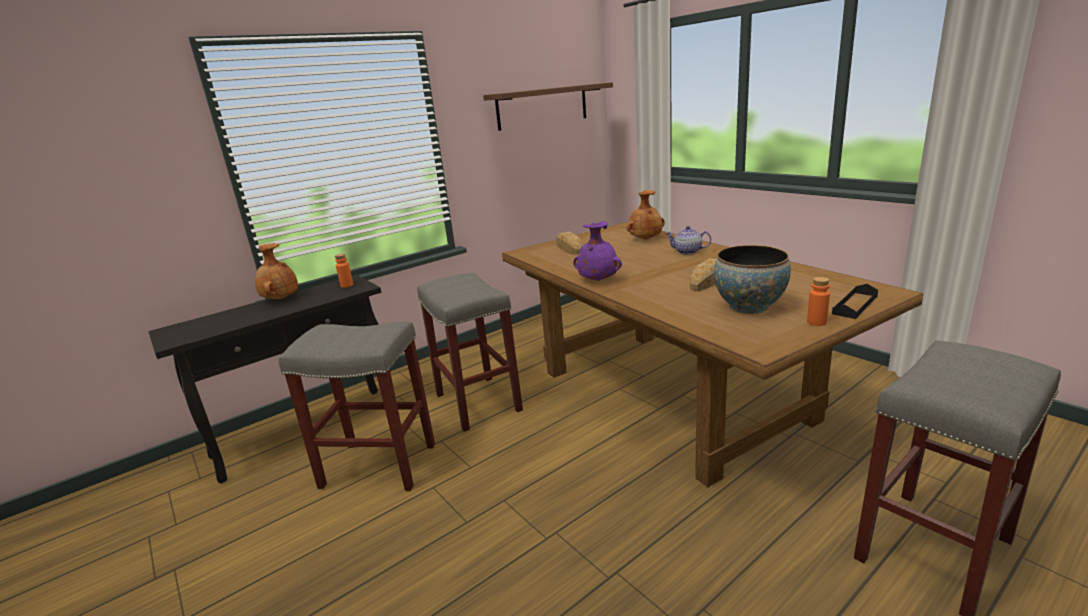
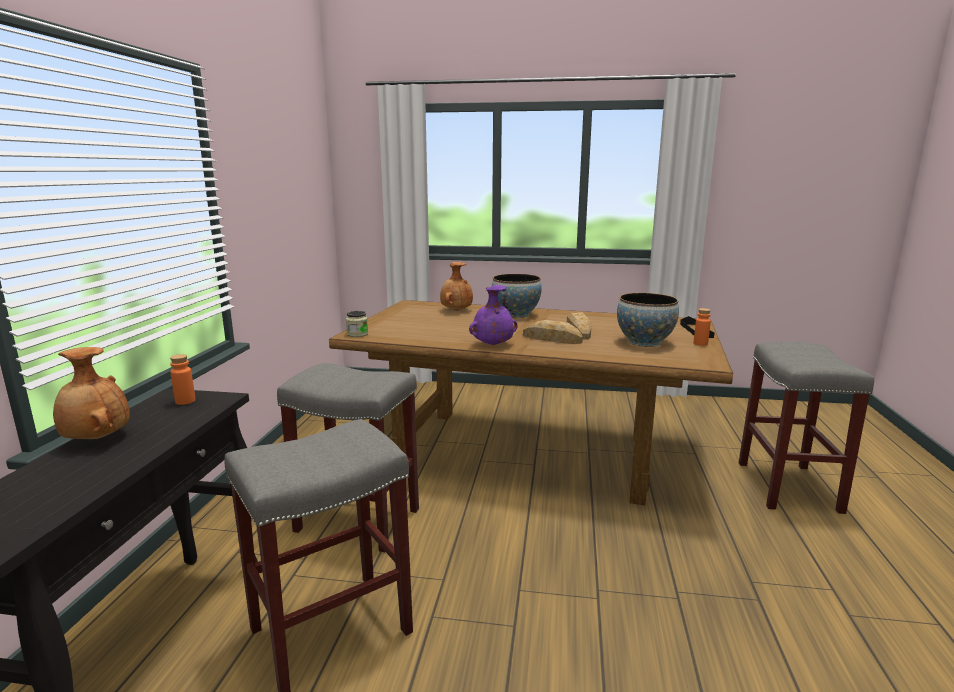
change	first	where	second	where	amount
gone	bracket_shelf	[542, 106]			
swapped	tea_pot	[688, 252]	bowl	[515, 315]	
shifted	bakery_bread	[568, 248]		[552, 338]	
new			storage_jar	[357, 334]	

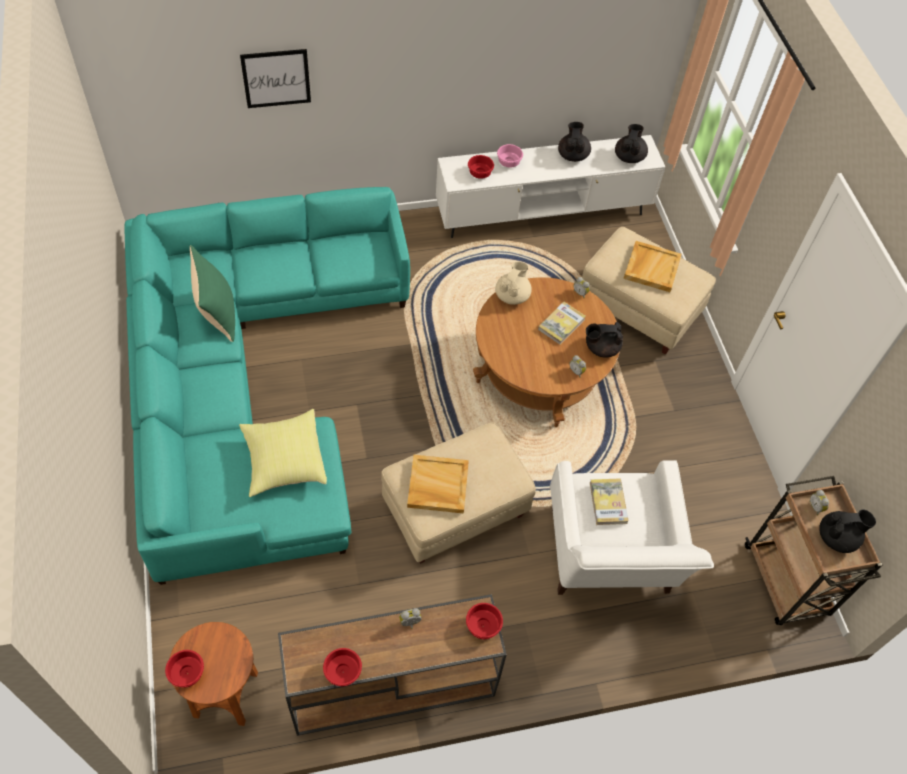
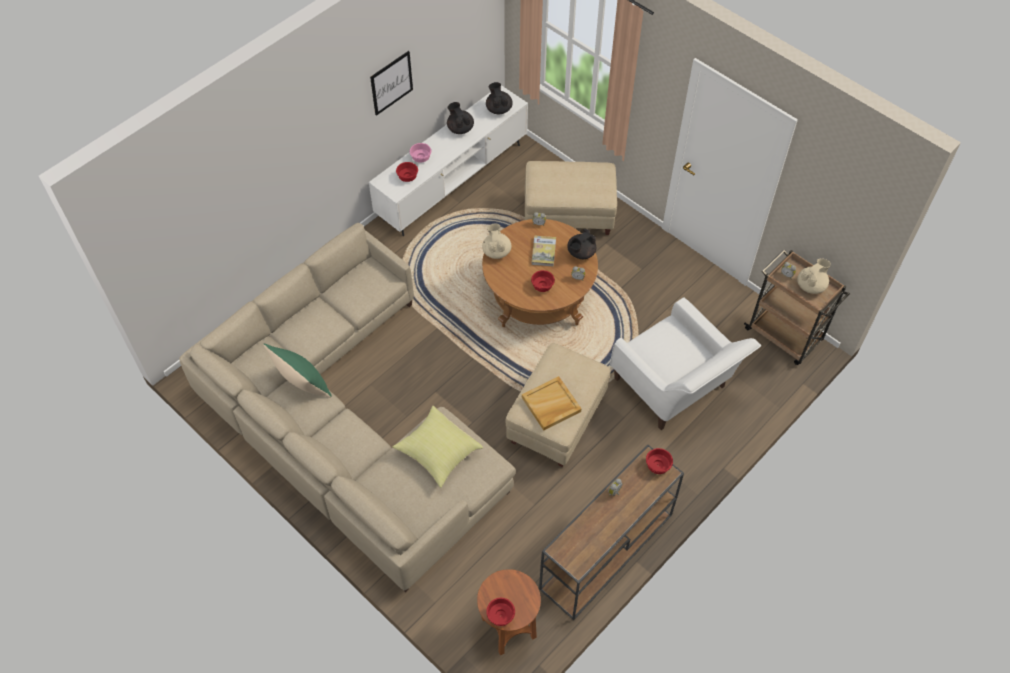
change	first	where	second	where	amount
shifted	picture	[276, 78]		[391, 83]	
repainted	turquoise-coloured_settee	[249, 382]	sand-coloured_settee	[347, 423]	
gone	sand-coloured_serving_tray	[651, 267]			
gone	bound_book	[608, 503]			
repainted	blackish_tea_pot	[837, 538]	sand-coloured_tea_pot	[811, 285]	
shifted	red_bowl	[342, 671]		[541, 286]	

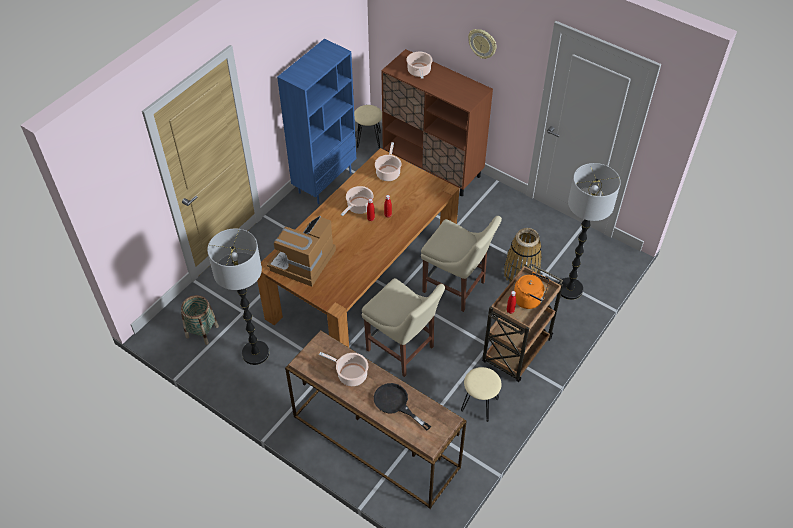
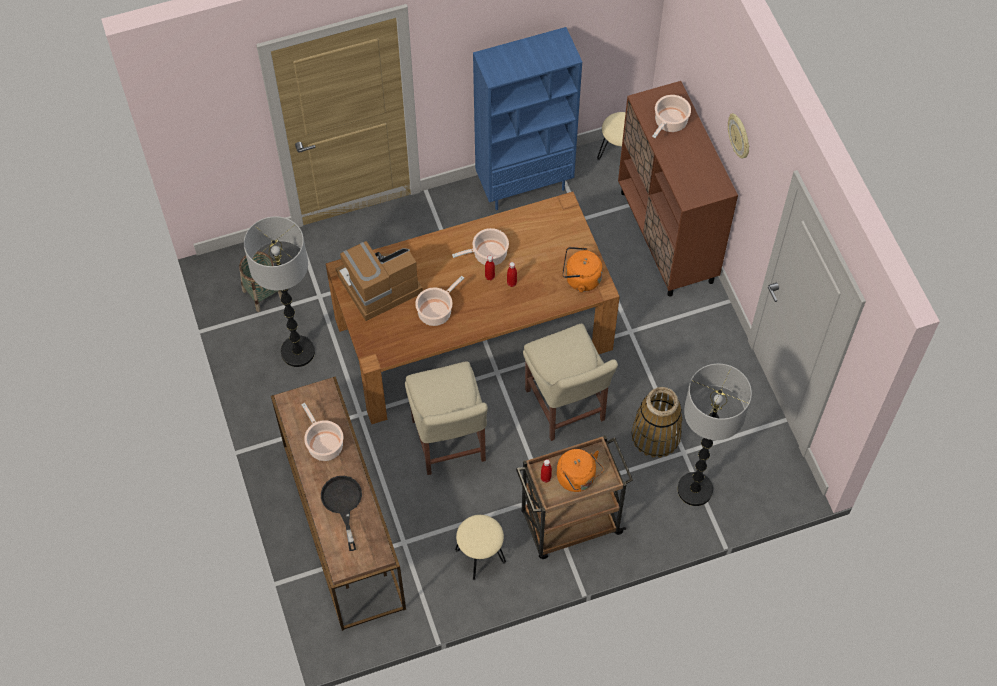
change	first	where	second	where	amount
shifted	cooking_pot	[388, 172]		[436, 311]	
new			orange-coloured_water_kettle	[580, 279]	

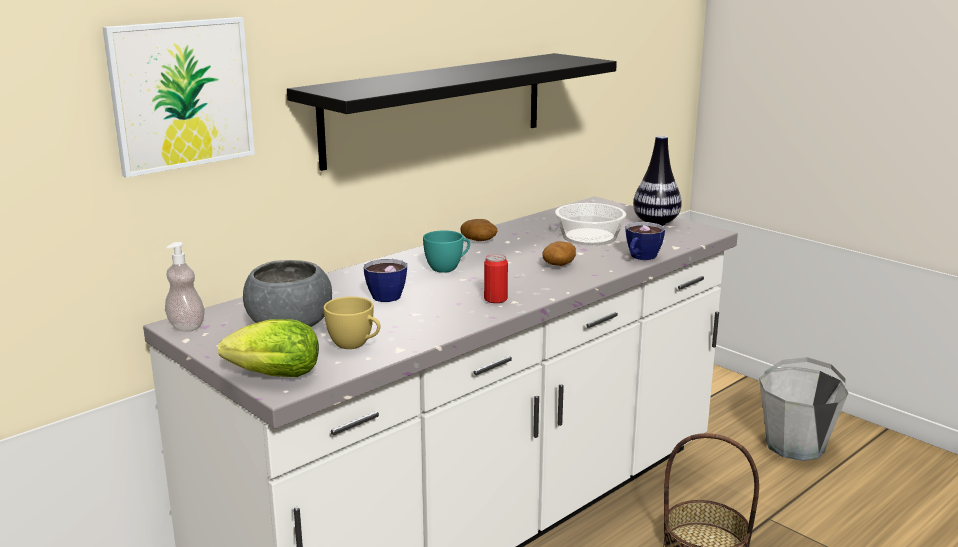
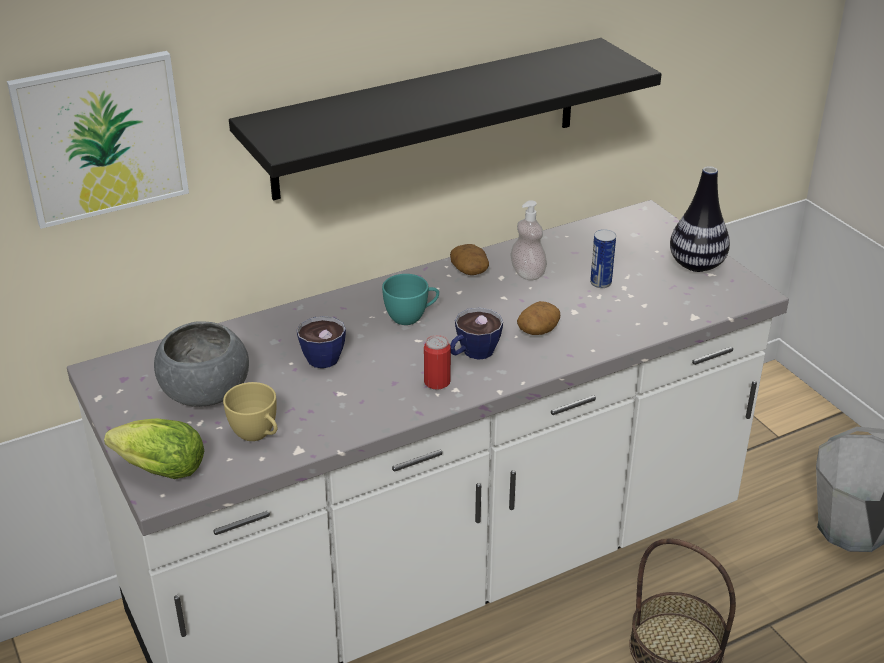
change	first	where	second	where	amount
swapped	bowl	[589, 237]	can	[600, 283]	
shifted	cup	[640, 257]		[472, 354]	
shifted	soap_bottle	[186, 327]		[527, 273]	

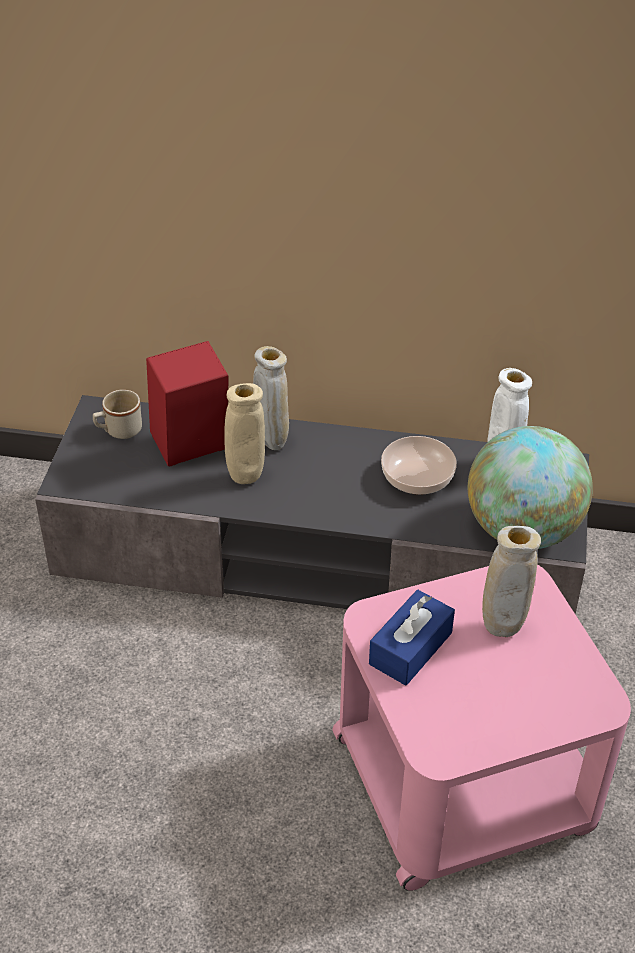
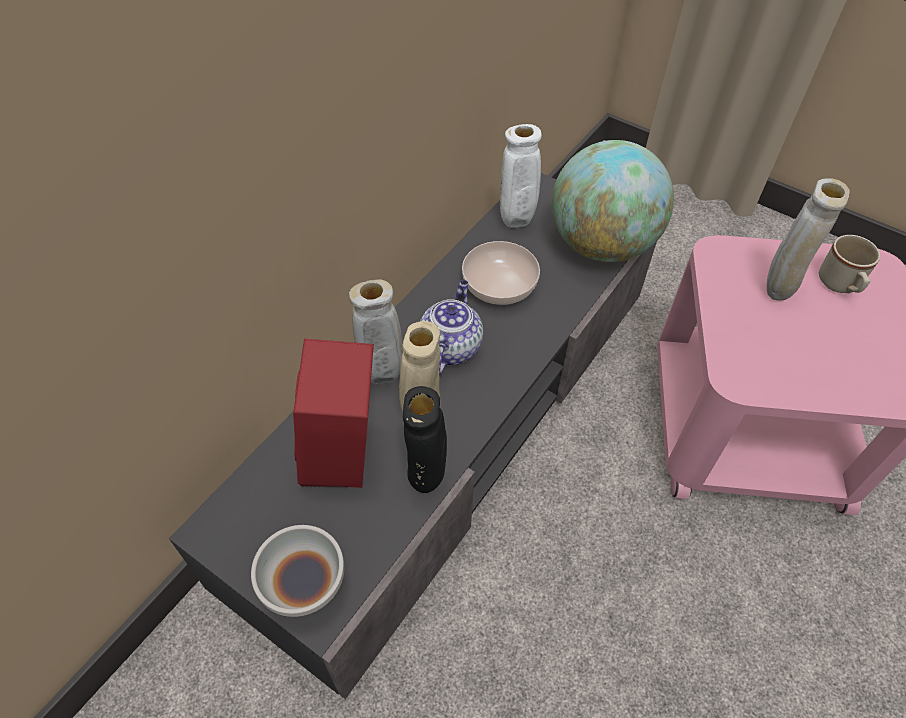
change	first	where	second	where	amount
shifted	sand-coloured_tea_mug	[118, 431]		[840, 285]	
gone	blue_box_of_tissues	[410, 648]			
new			tea_pot	[450, 346]	
new			blackish_flower_vase	[427, 480]	
new			white-coloured_bowl	[303, 587]	

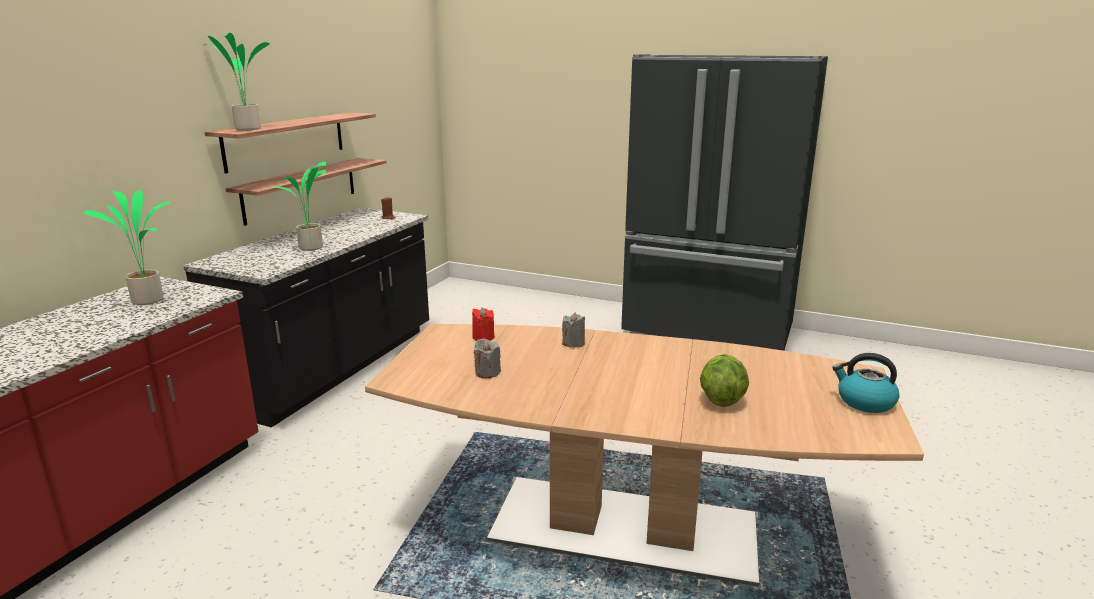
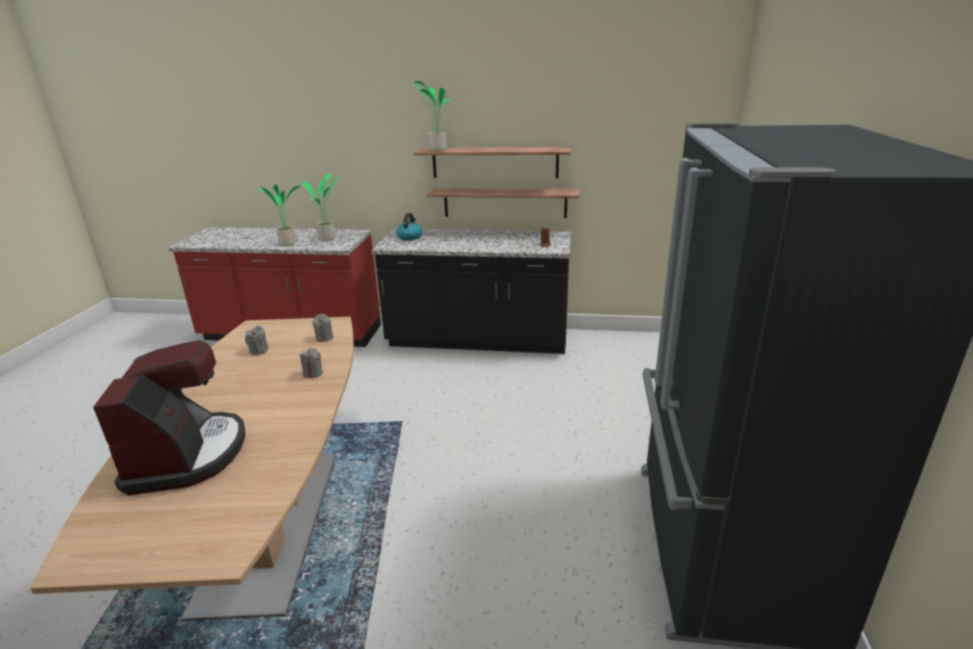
change	first	where	second	where	amount
shifted	plant_in_a_pot	[311, 248]		[286, 244]	
repainted	red_candle	[483, 337]	grey_candle	[324, 338]	
shifted	water_kettle	[864, 402]		[410, 237]	
swapped	lettuce	[721, 399]	coffee_maker	[187, 455]	

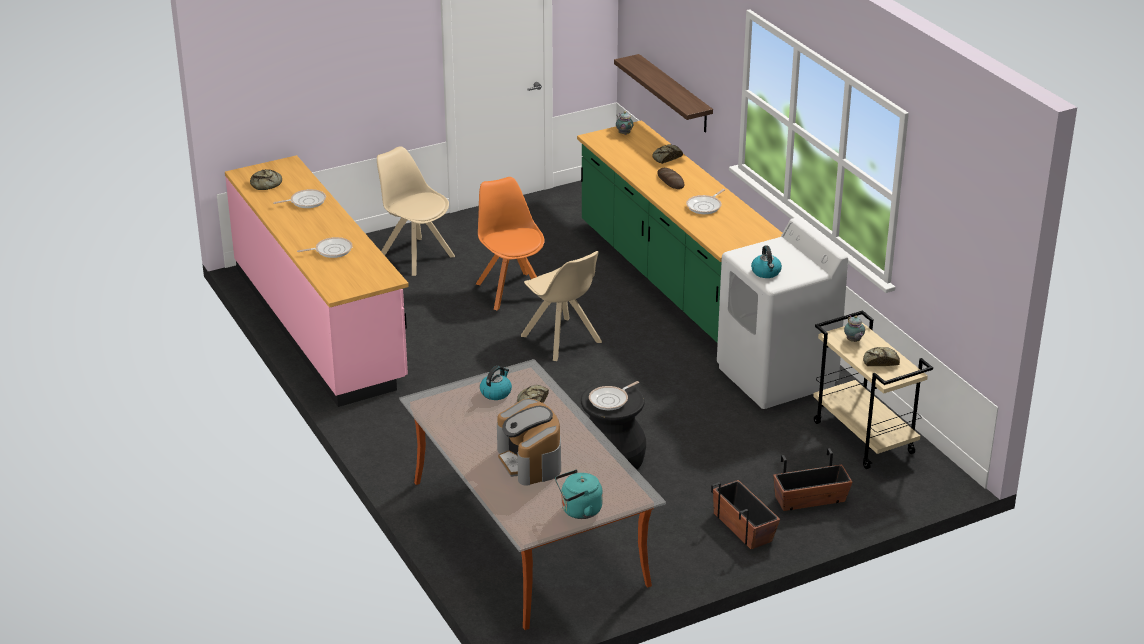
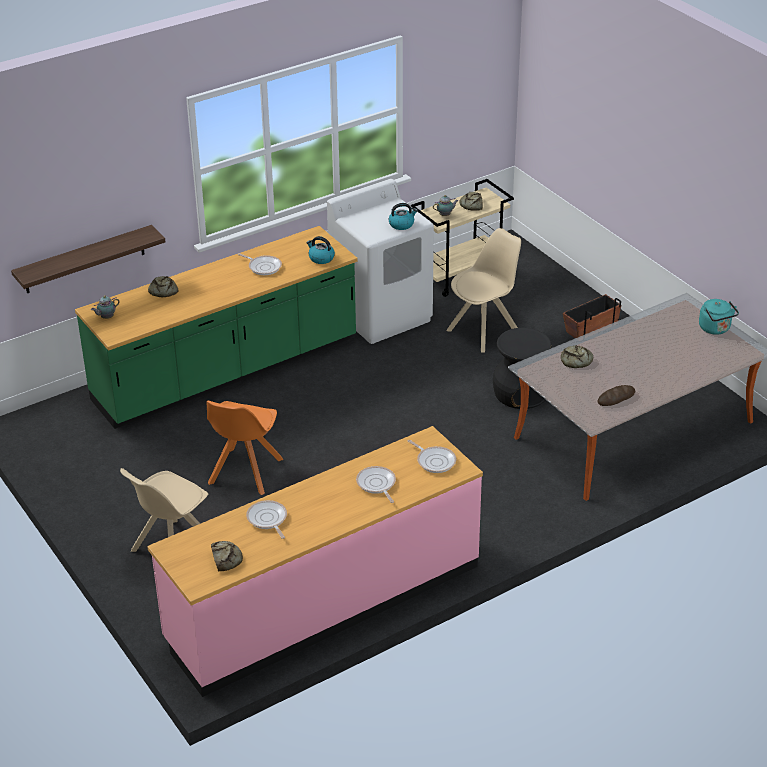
change	first	where	second	where	amount
shifted	bakery_bread	[670, 181]		[616, 398]	
rotated	orange-coloured_plain_chair	[511, 290]		[244, 472]	45 degrees counterclockwise
shifted	sand-coloured_plain_chair	[562, 340]		[484, 330]	
shifted	water_kettle	[496, 392]		[321, 258]	
shifted	skillet	[610, 400]		[434, 461]	
gone	coffee_maker	[530, 461]			
gone	flower_pot	[810, 500]			

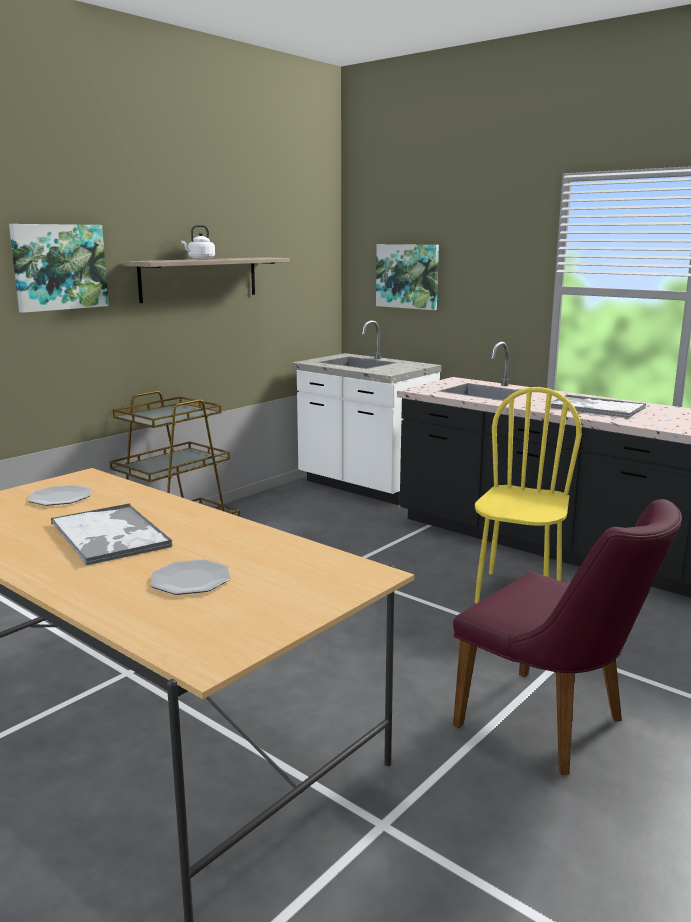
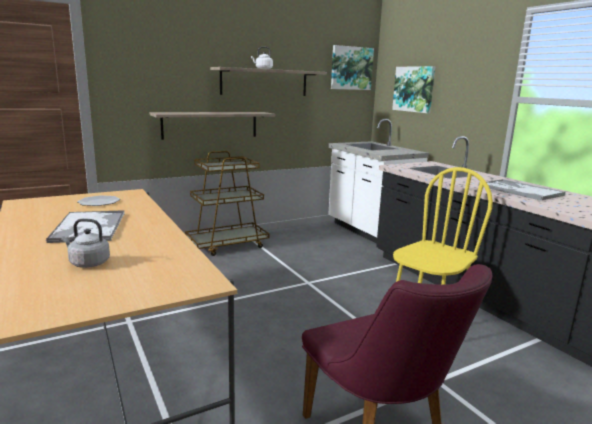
change	first	where	second	where	amount
shifted	picture	[59, 267]		[351, 68]	
swapped	flat_dish	[190, 580]	grey_water_kettle	[88, 263]	
new			bracket_shelf	[210, 125]	

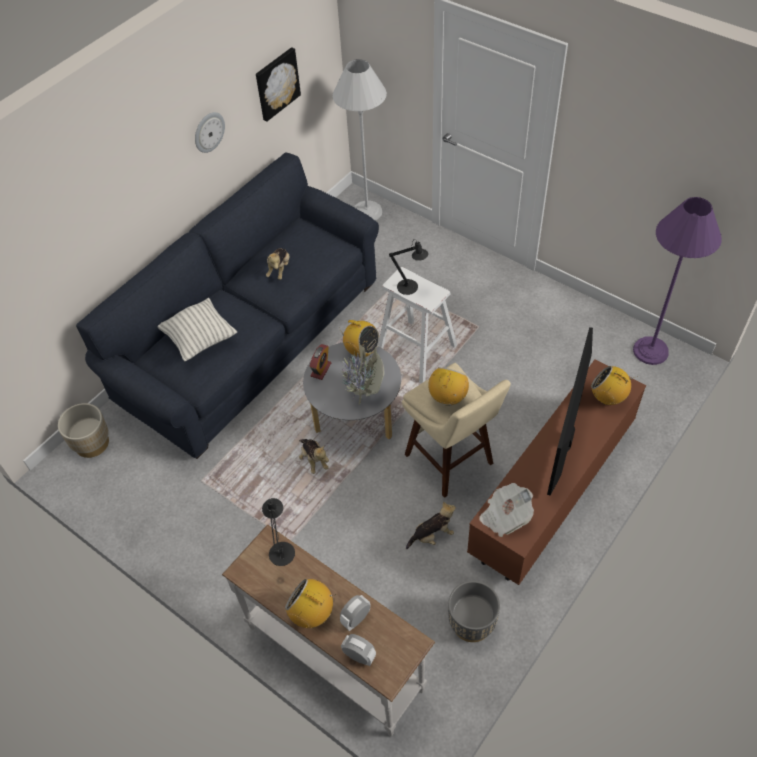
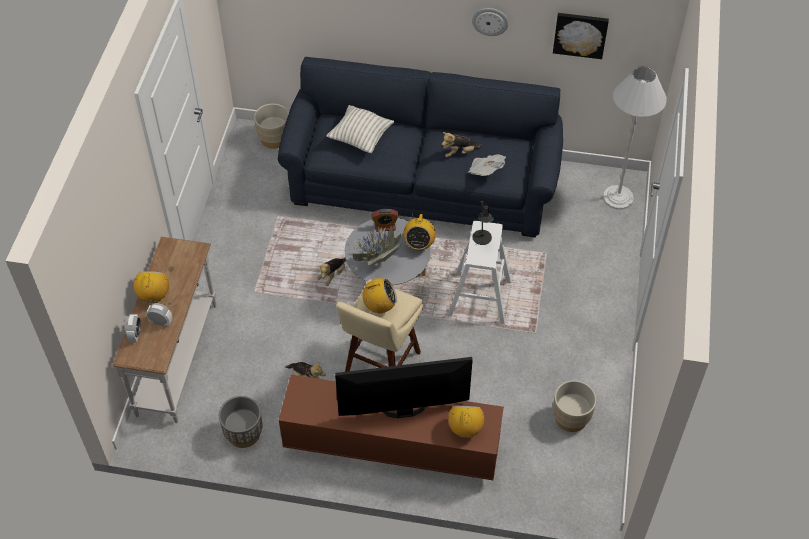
change	first	where	second	where	amount
gone	purple_standing_lamp	[650, 351]			
shifted	newspaper	[505, 516]		[486, 171]	
gone	blackish_table_lamp	[281, 550]			
new			sand-coloured_flower_pot	[571, 418]	

